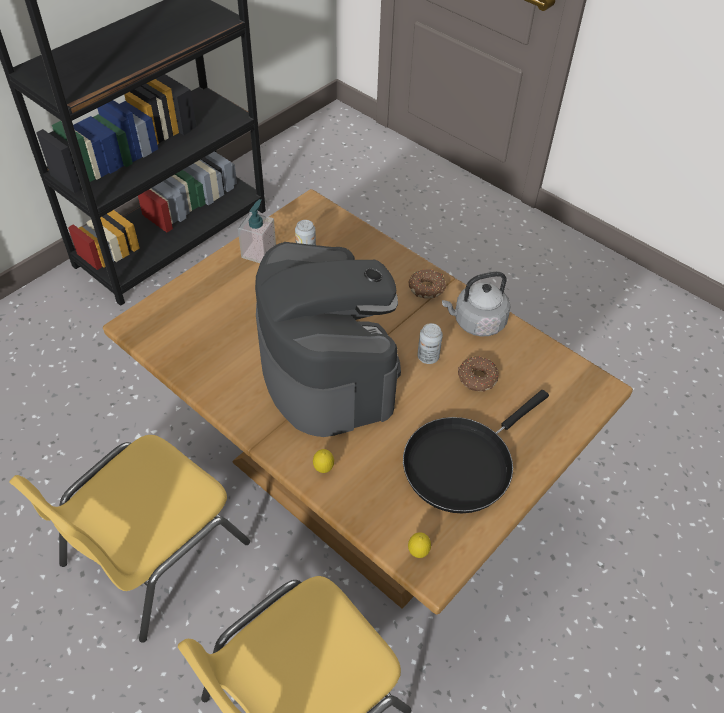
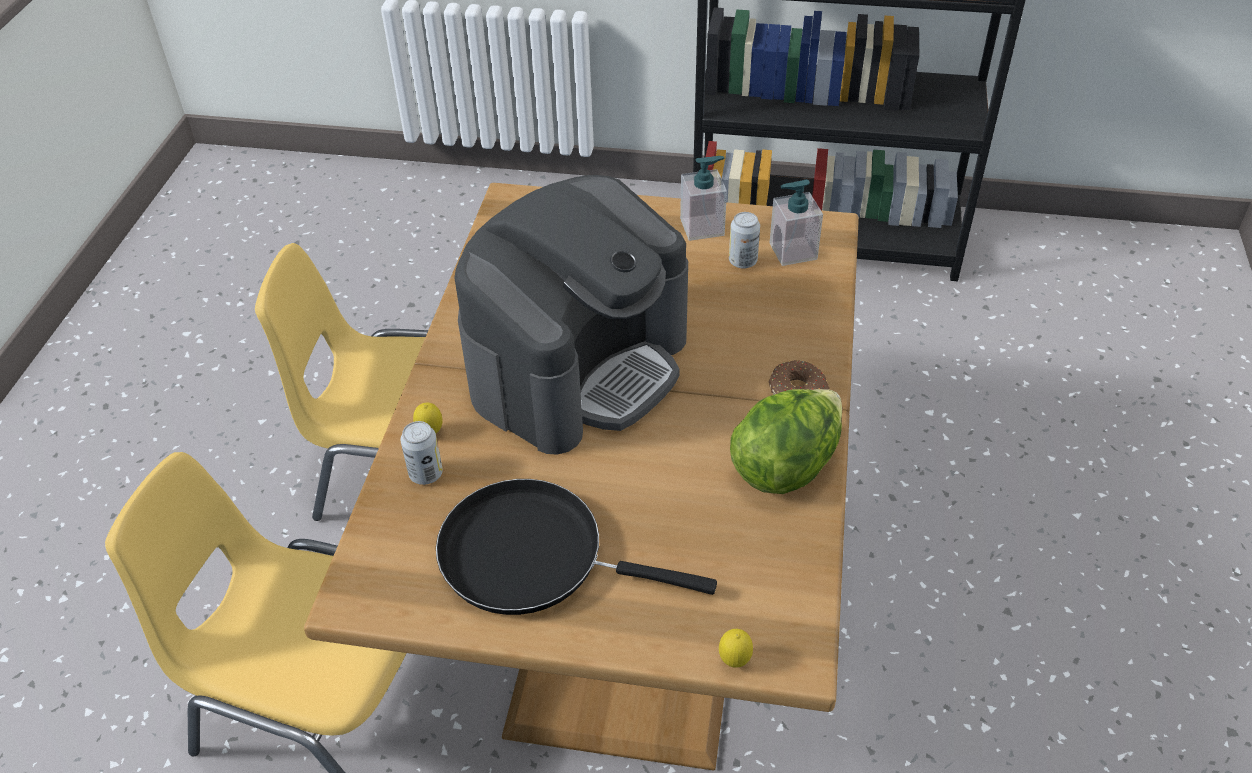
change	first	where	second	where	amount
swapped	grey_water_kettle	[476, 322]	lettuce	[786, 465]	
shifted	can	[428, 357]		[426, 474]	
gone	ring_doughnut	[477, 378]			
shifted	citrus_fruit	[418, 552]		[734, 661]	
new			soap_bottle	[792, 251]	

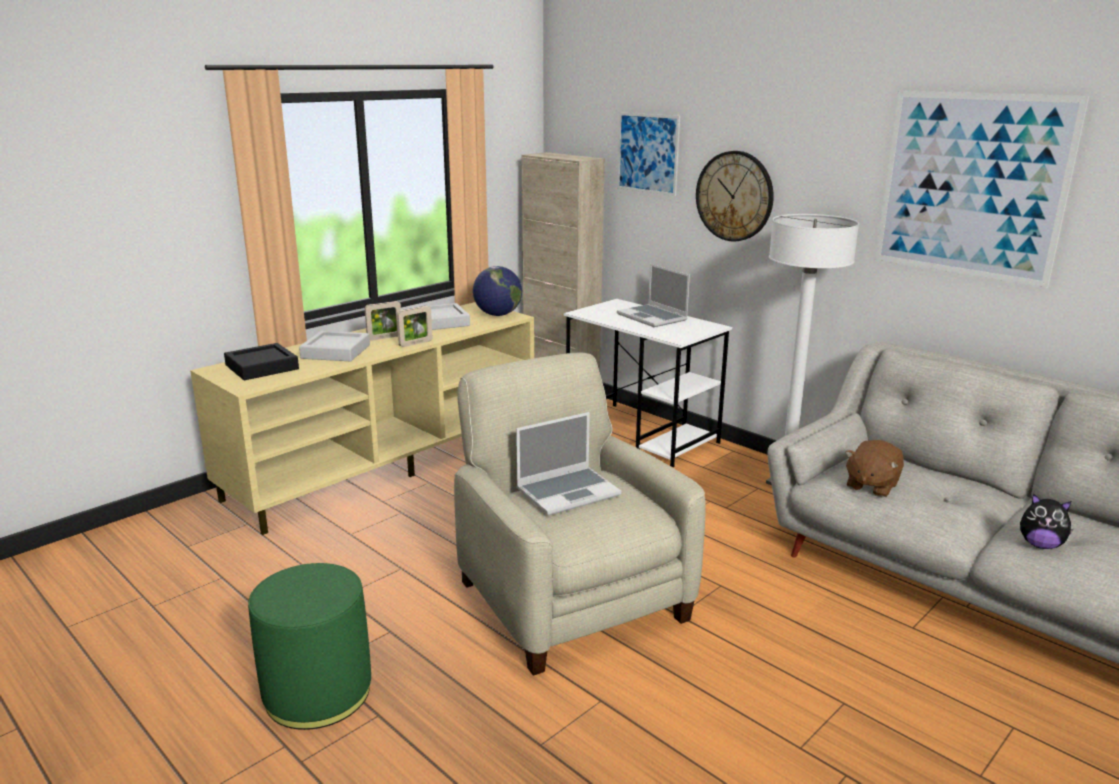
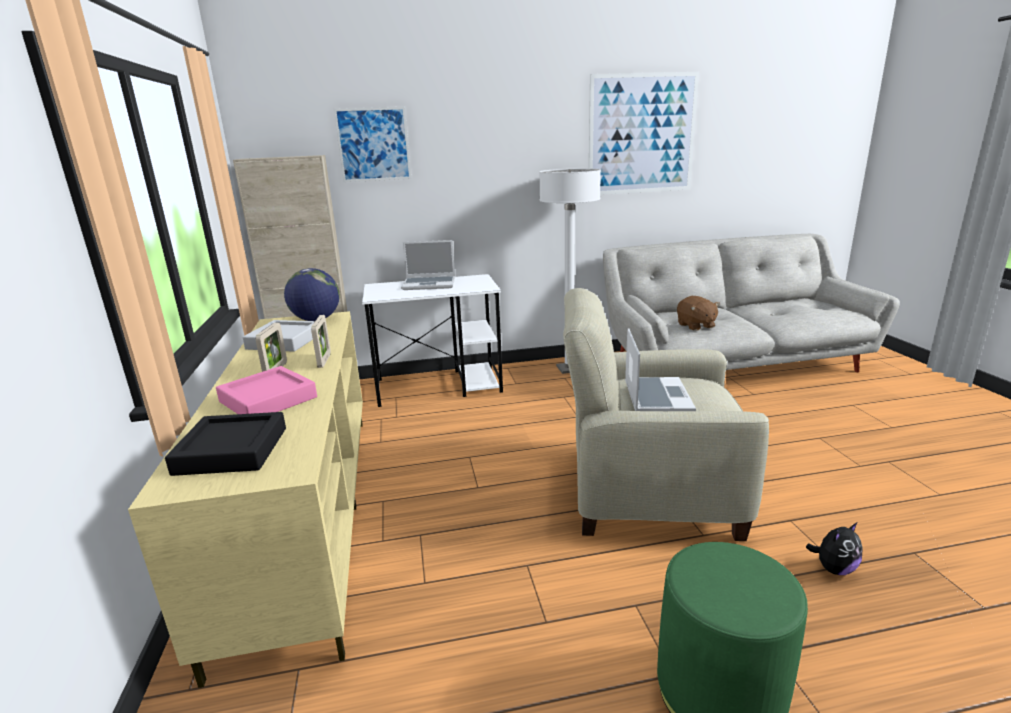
change	first	where	second	where	amount
gone	clock_on_the_wall	[734, 196]			
repainted	grey_serving_tray	[336, 352]	pinkish_serving_tray	[268, 399]	
shifted	cuddly_toy	[1040, 545]		[834, 568]	

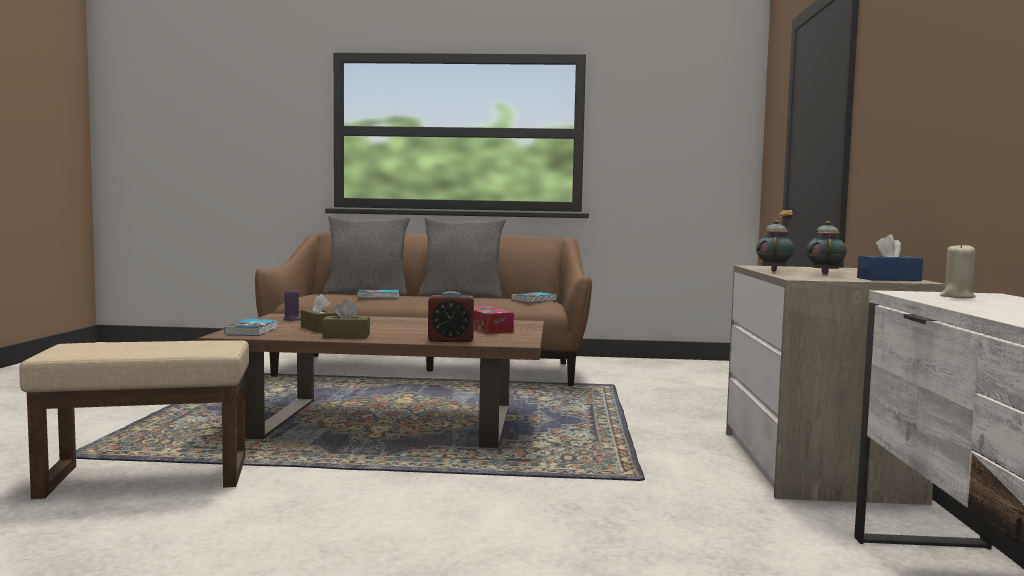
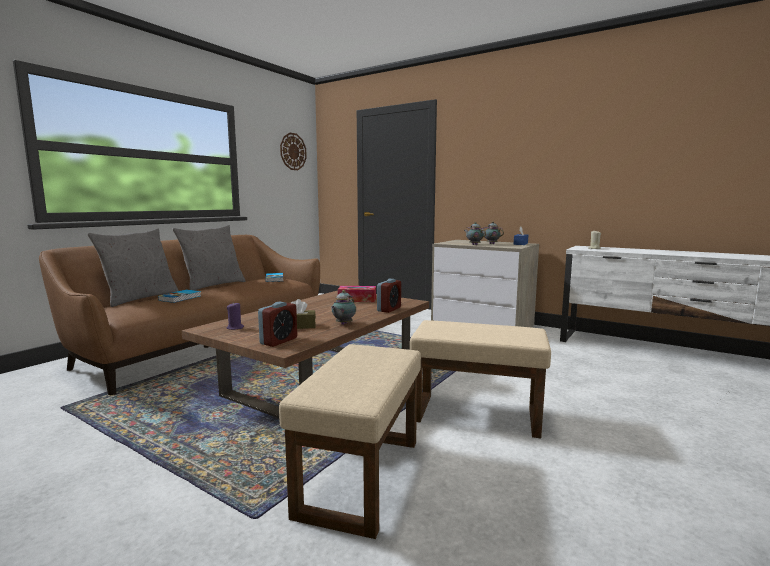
change	first	where	second	where	amount
swapped	brown_box_of_tissues	[346, 336]	tea_pot	[343, 324]	
swapped	bound_book	[253, 331]	bedside_clock	[279, 341]	
new			clock_on_the_wall	[293, 151]	
new			sand-coloured_ottoman	[478, 414]	

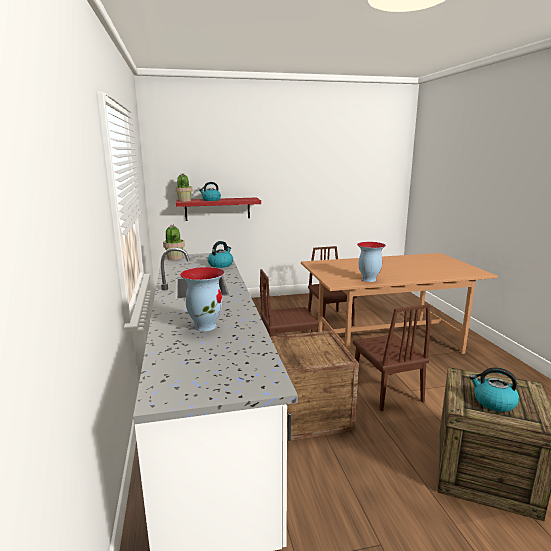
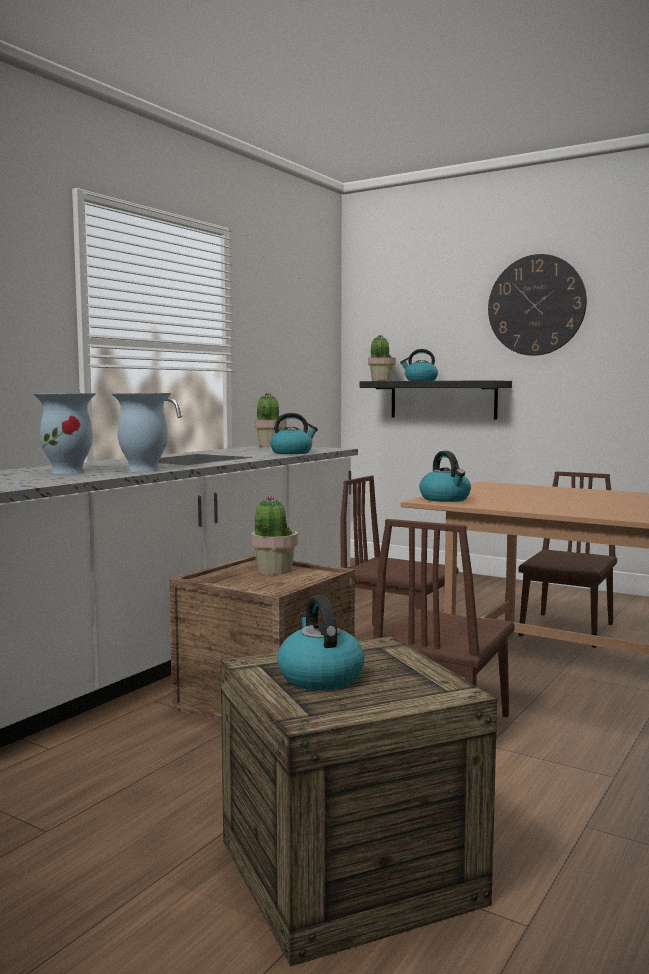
change	first	where	second	where	amount
repainted	red_bracket_shelf	[217, 209]	blackish_bracket_shelf	[443, 399]	
shifted	flower_vase	[368, 279]		[142, 470]	
new			clock_on_the_wall	[536, 305]	
new			water_kettle	[445, 499]	
new			plant_in_a_pot	[274, 570]	

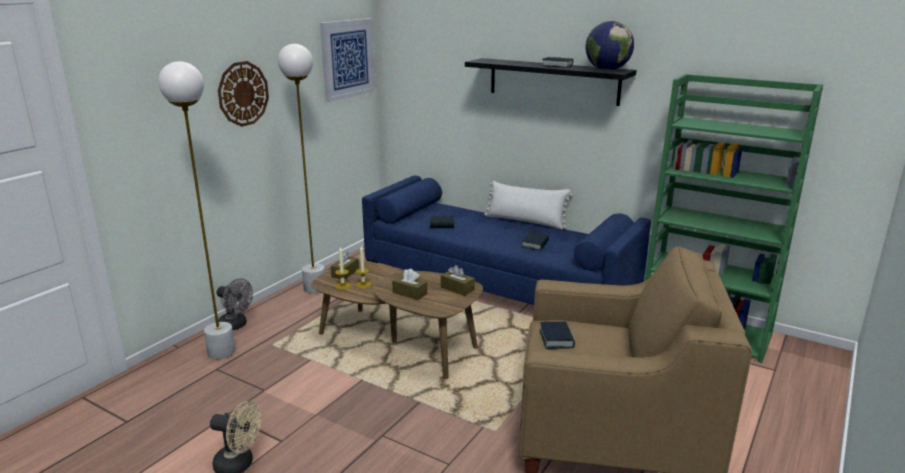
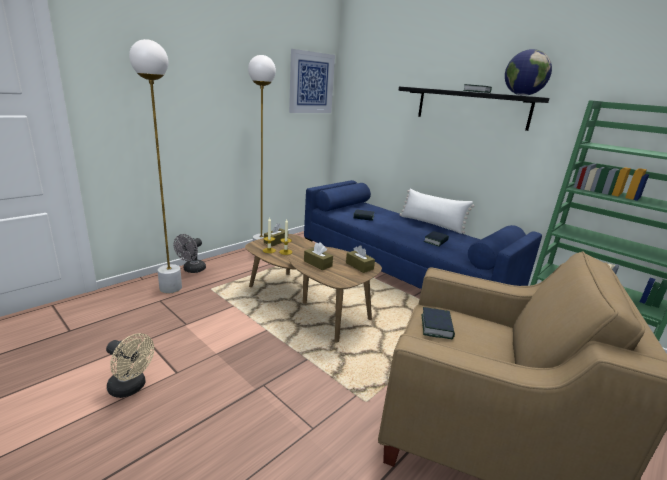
change	first	where	second	where	amount
gone	clock_on_the_wall	[243, 93]			
rotated	grey_electric_fan	[236, 325]		[192, 270]	75 degrees clockwise

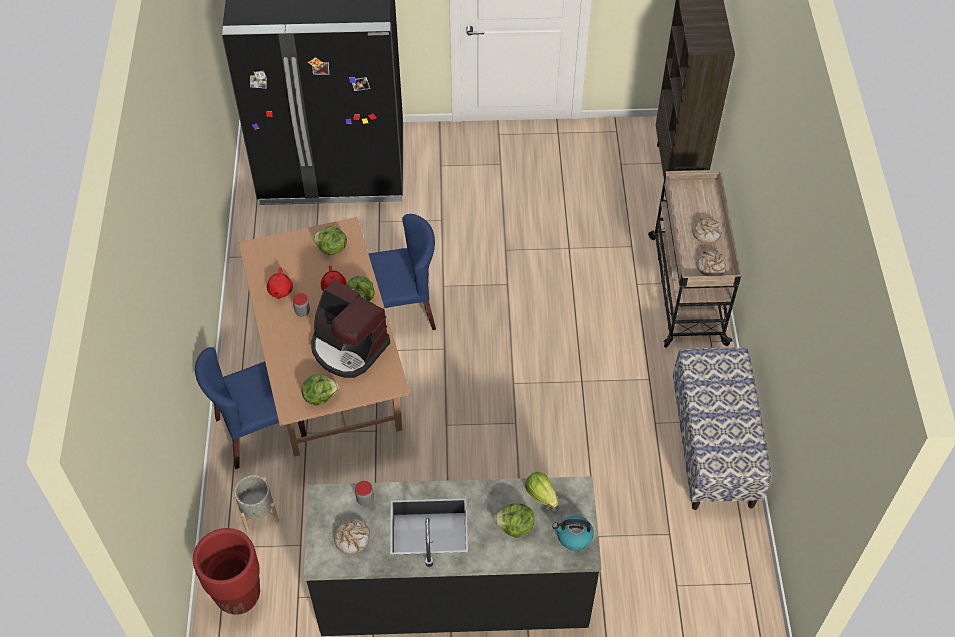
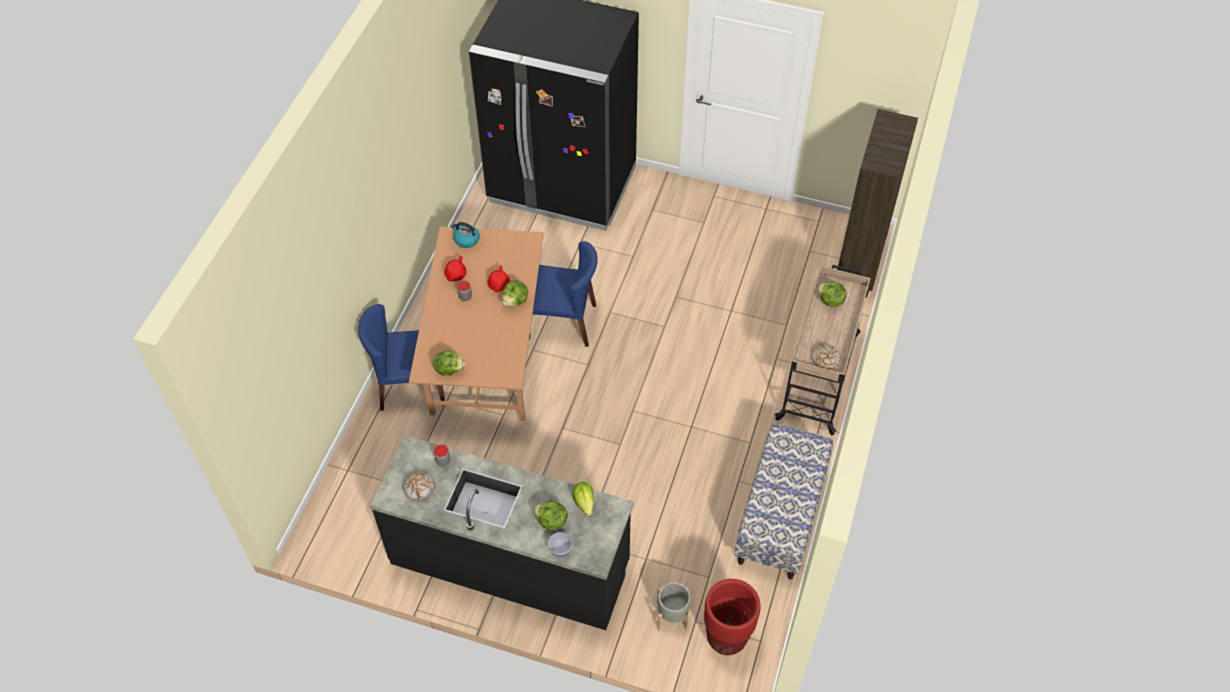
change	first	where	second	where	amount
gone	bakery_bread	[706, 233]			
shifted	lettuce	[331, 249]		[830, 301]	
gone	coffee_maker	[348, 347]			
shifted	grey_flower_pot	[258, 513]		[672, 615]	
shifted	water_kettle	[573, 536]		[466, 240]	
shifted	red_flower_pot	[238, 596]		[726, 638]	
new			bowl	[560, 549]	

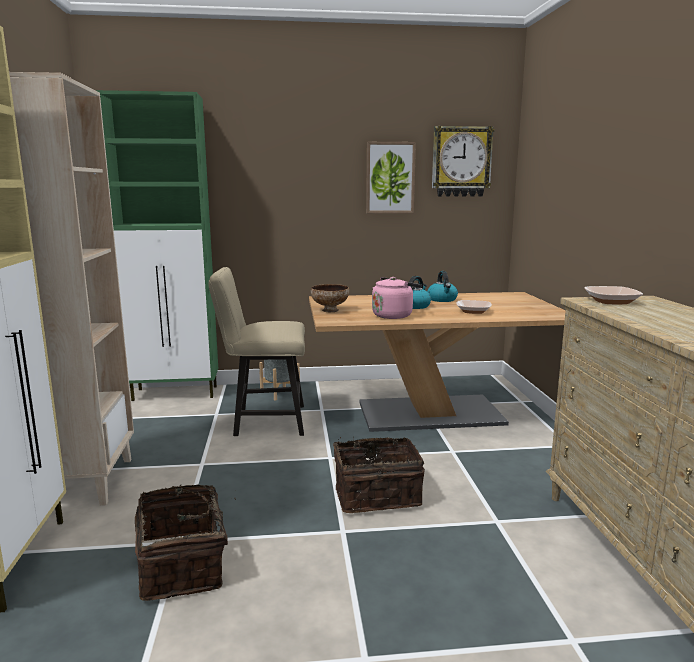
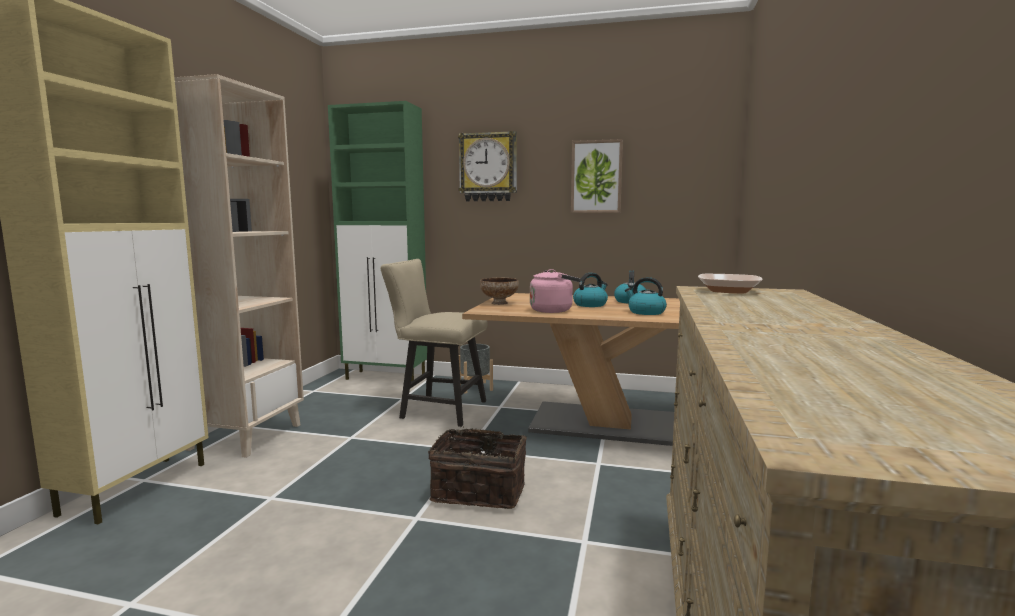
change	first	where	second	where	amount
shifted	clock_on_the_wall	[461, 162]		[488, 167]	
swapped	bowl	[473, 311]	water_kettle	[645, 312]	
gone	storage_basket	[183, 565]			

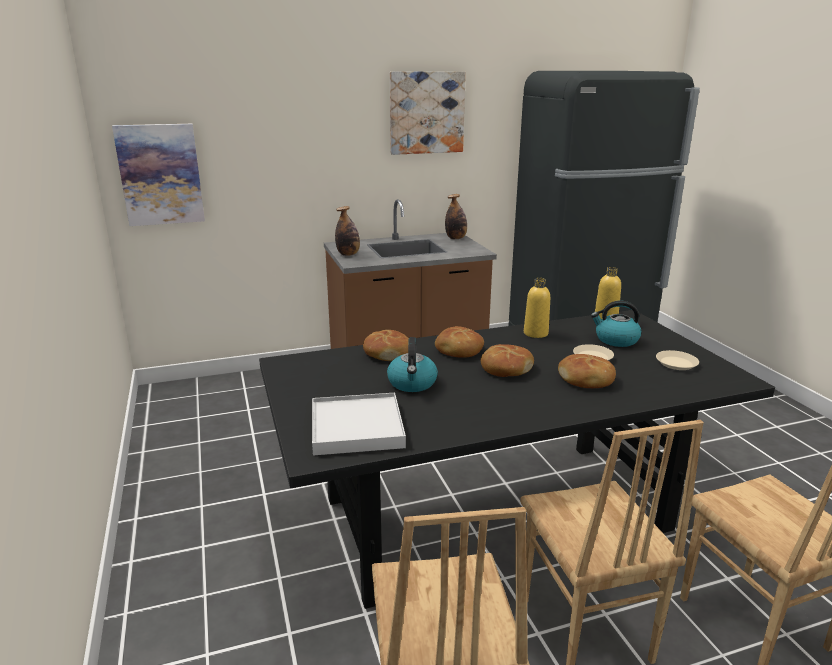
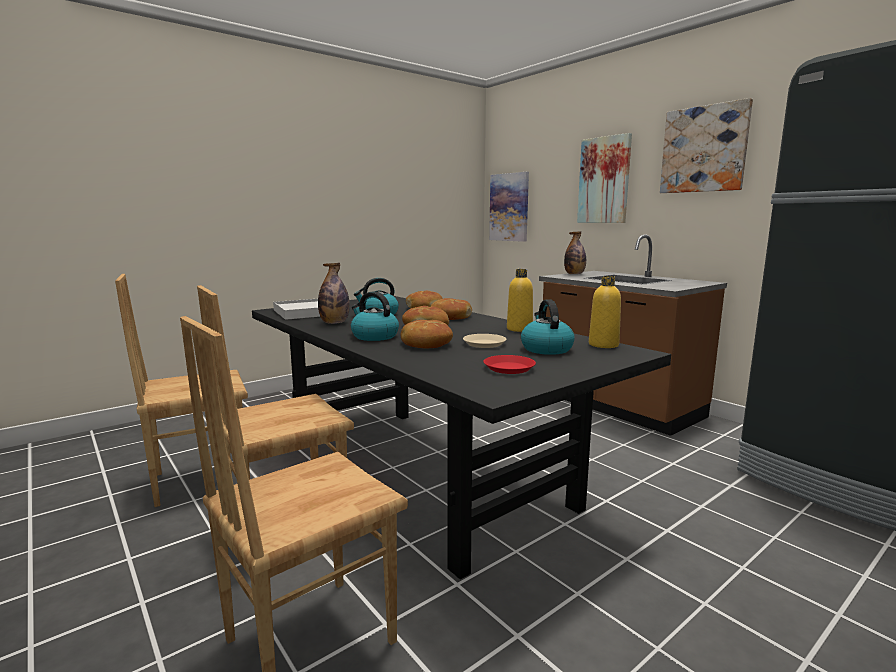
change	first	where	second	where	amount
shifted	bottle	[456, 238]		[334, 323]	
repainted	sand-coloured_flat_dish	[676, 363]	red_flat_dish	[509, 368]	
new			picture	[604, 180]	
new			water_kettle	[374, 336]	

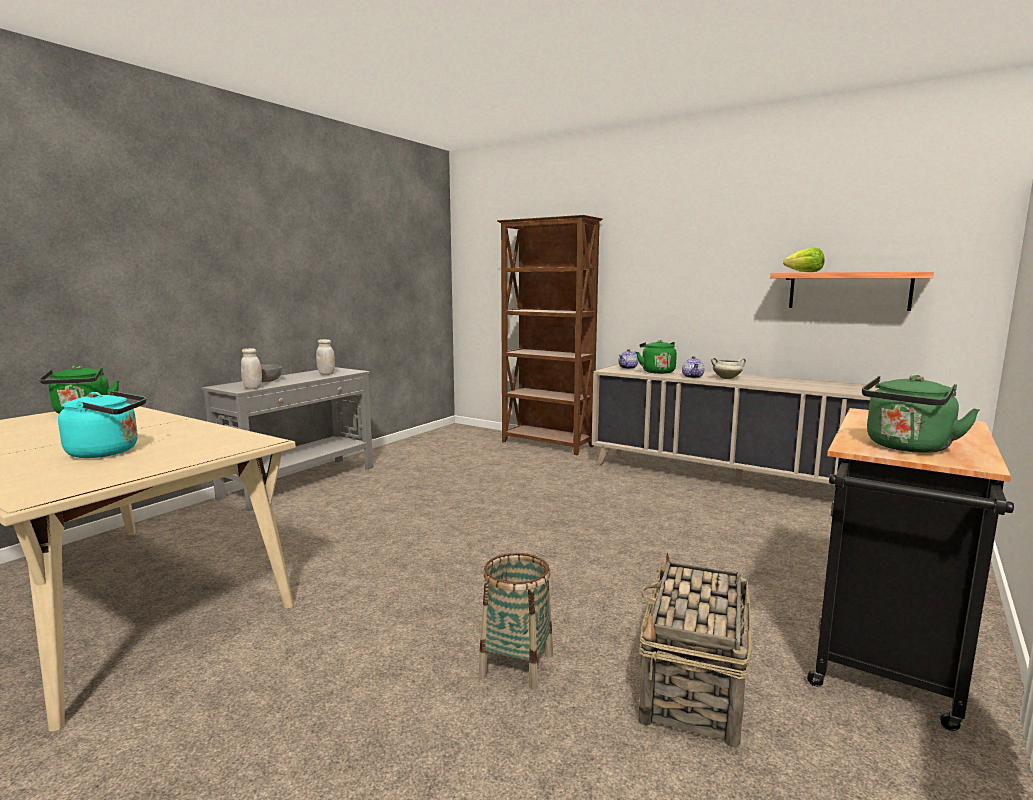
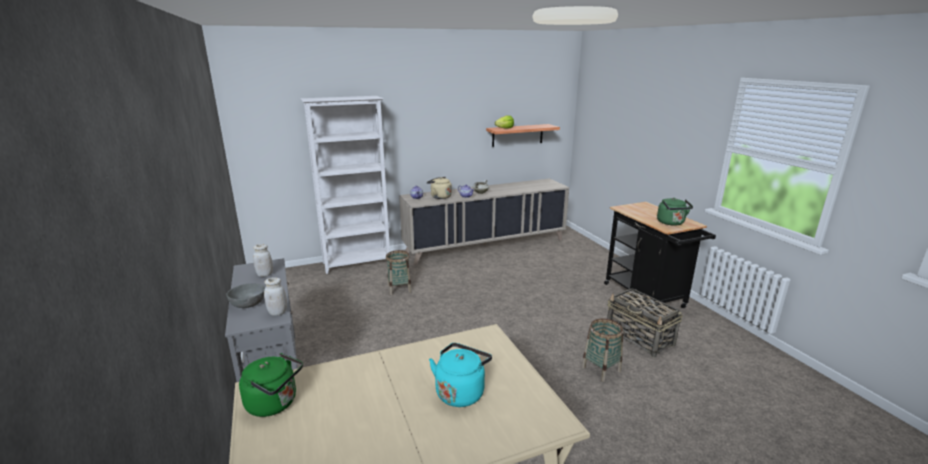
change	first	where	second	where	amount
repainted	brown_bookcase	[547, 444]	white-coloured_bookcase	[357, 263]	
repainted	greenish_water_kettle	[657, 371]	sand-coloured_water_kettle	[439, 197]	
new			storage_basket	[399, 288]	

